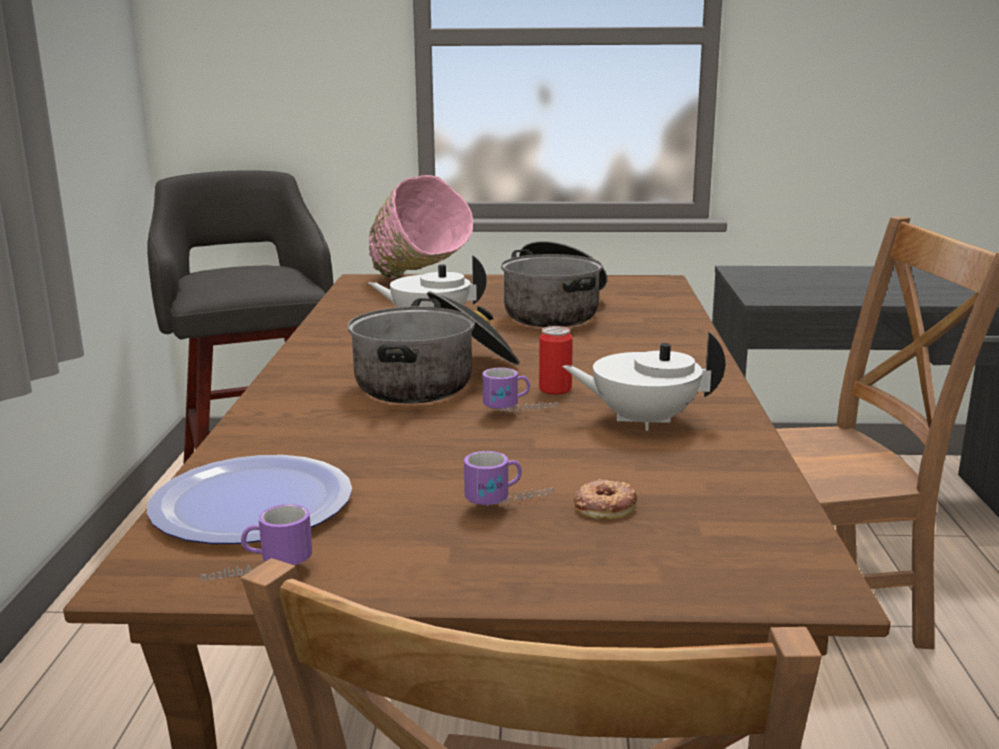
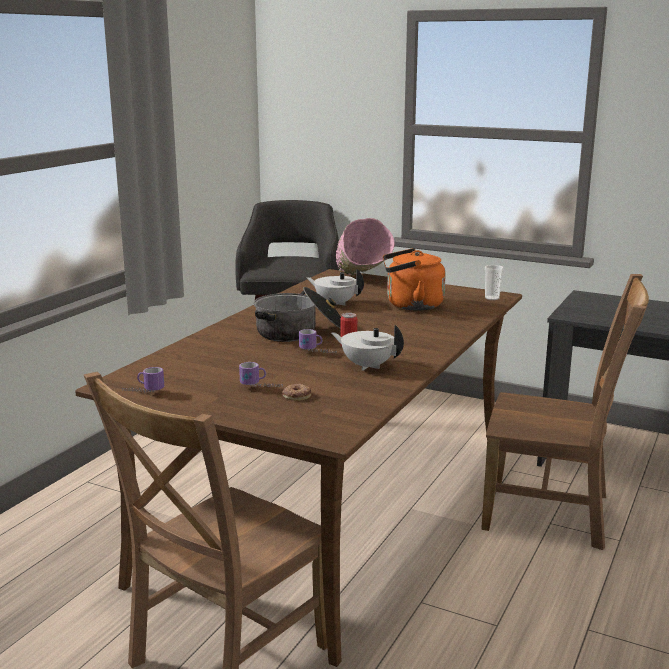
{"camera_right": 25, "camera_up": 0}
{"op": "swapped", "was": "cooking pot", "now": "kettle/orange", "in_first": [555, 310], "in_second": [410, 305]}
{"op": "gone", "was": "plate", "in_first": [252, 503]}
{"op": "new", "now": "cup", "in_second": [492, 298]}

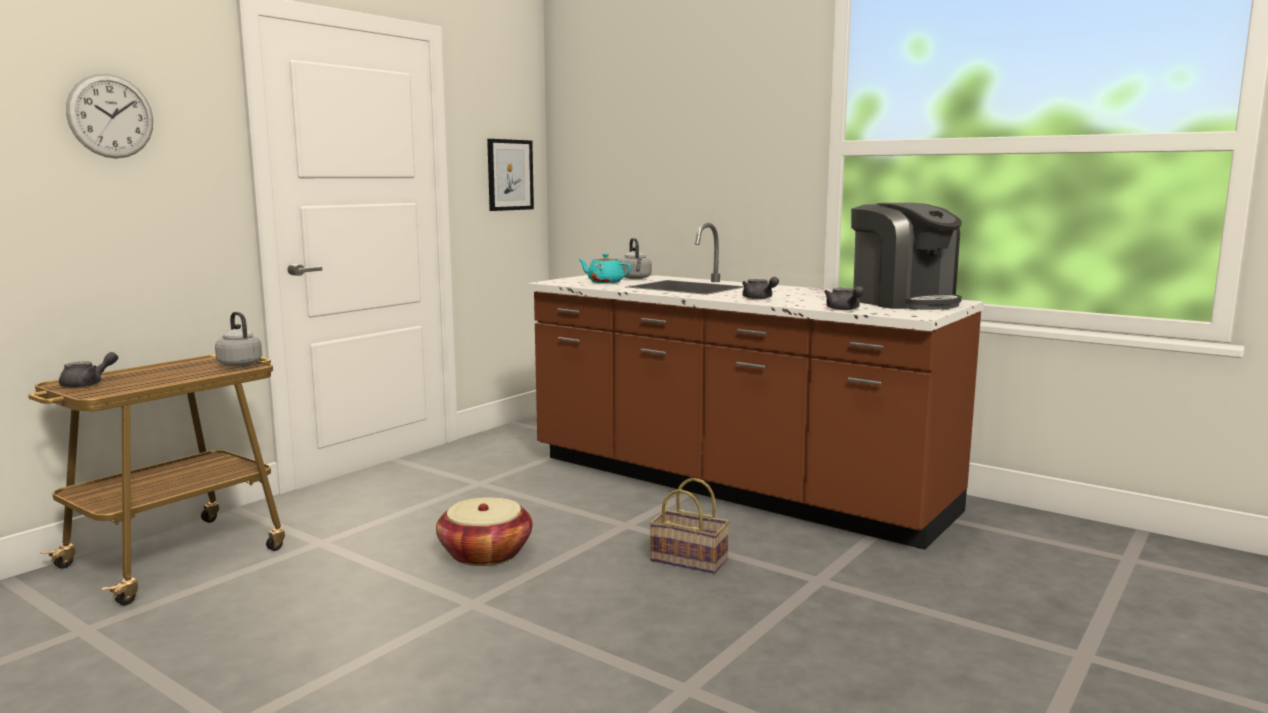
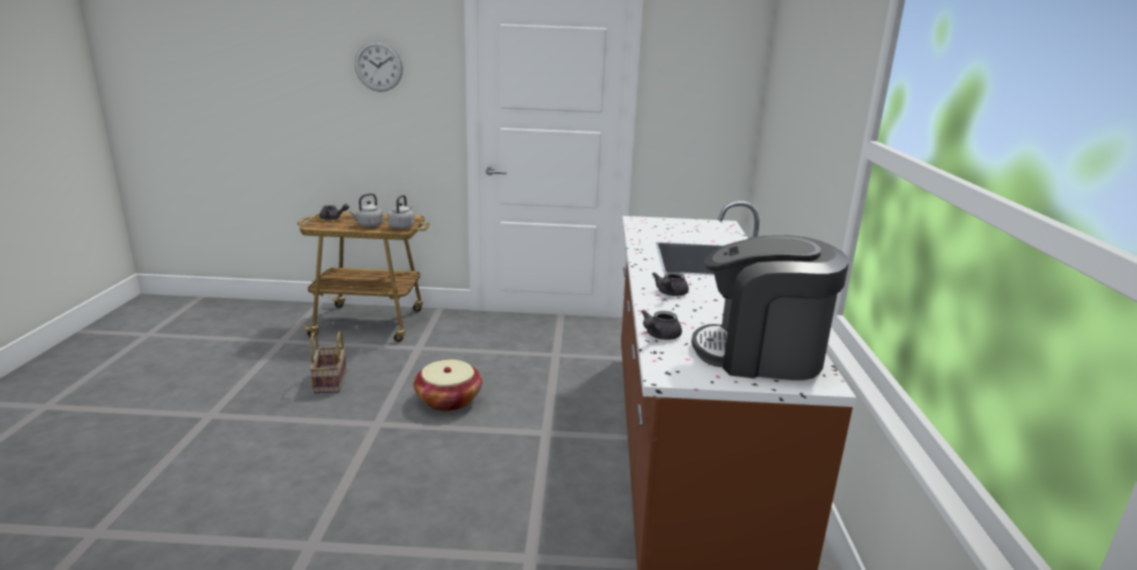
{"camera_right": 55, "camera_up": 10}
{"op": "gone", "was": "picture", "in_first": [510, 175]}
{"op": "rotated", "was": "coffee machine", "in_first": [903, 302], "in_second": [761, 355], "clockwise": 75}
{"op": "shifted", "was": "kettle/grey", "in_first": [635, 278], "in_second": [368, 225]}
{"op": "gone", "was": "teapot/turquoise", "in_first": [604, 282]}
{"op": "shifted", "was": "basket", "in_first": [691, 560], "in_second": [331, 382]}

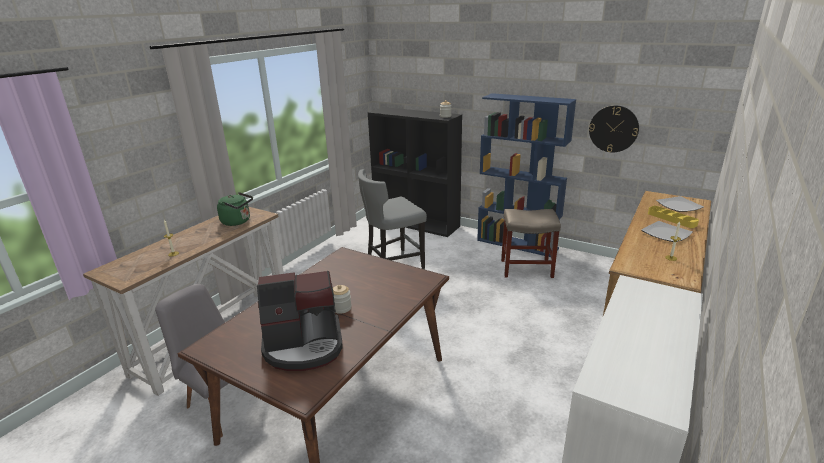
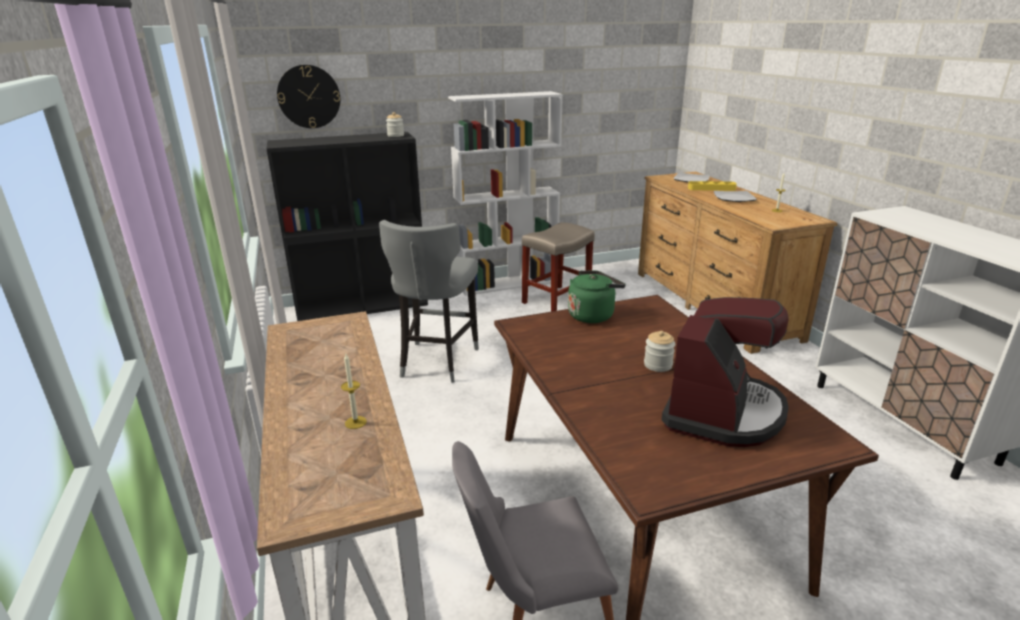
{"camera_right": -50, "camera_up": 0}
{"op": "repainted", "was": "bookcase/blue", "now": "bookcase/white", "in_first": [517, 244], "in_second": [508, 283]}
{"op": "shifted", "was": "wall clock", "in_first": [613, 129], "in_second": [309, 96]}
{"op": "shifted", "was": "kettle/green", "in_first": [238, 221], "in_second": [592, 315]}

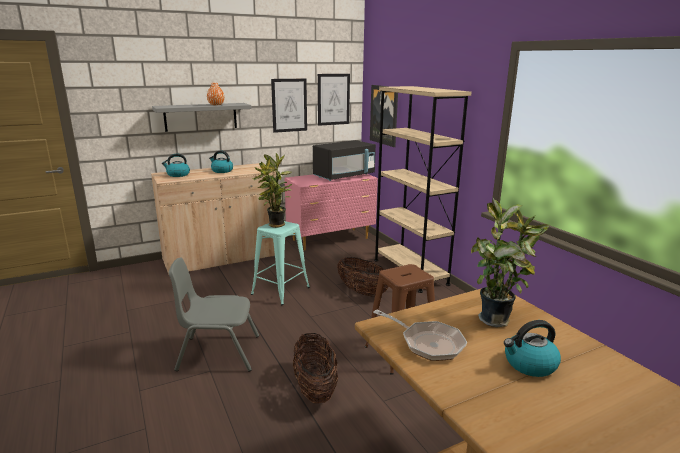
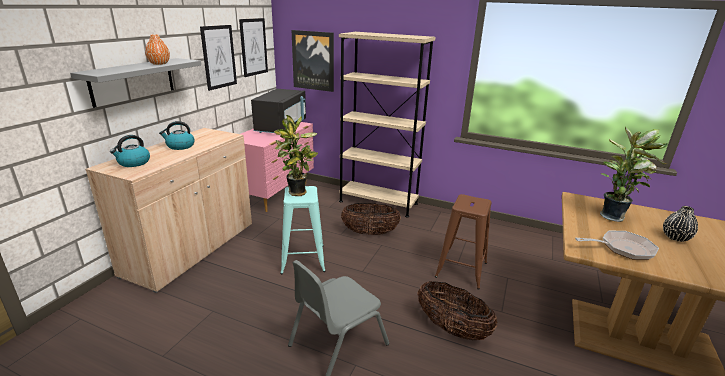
{"camera_right": -40, "camera_up": 5}
{"op": "swapped", "was": "kettle", "now": "vase/black", "in_first": [529, 364], "in_second": [675, 237]}

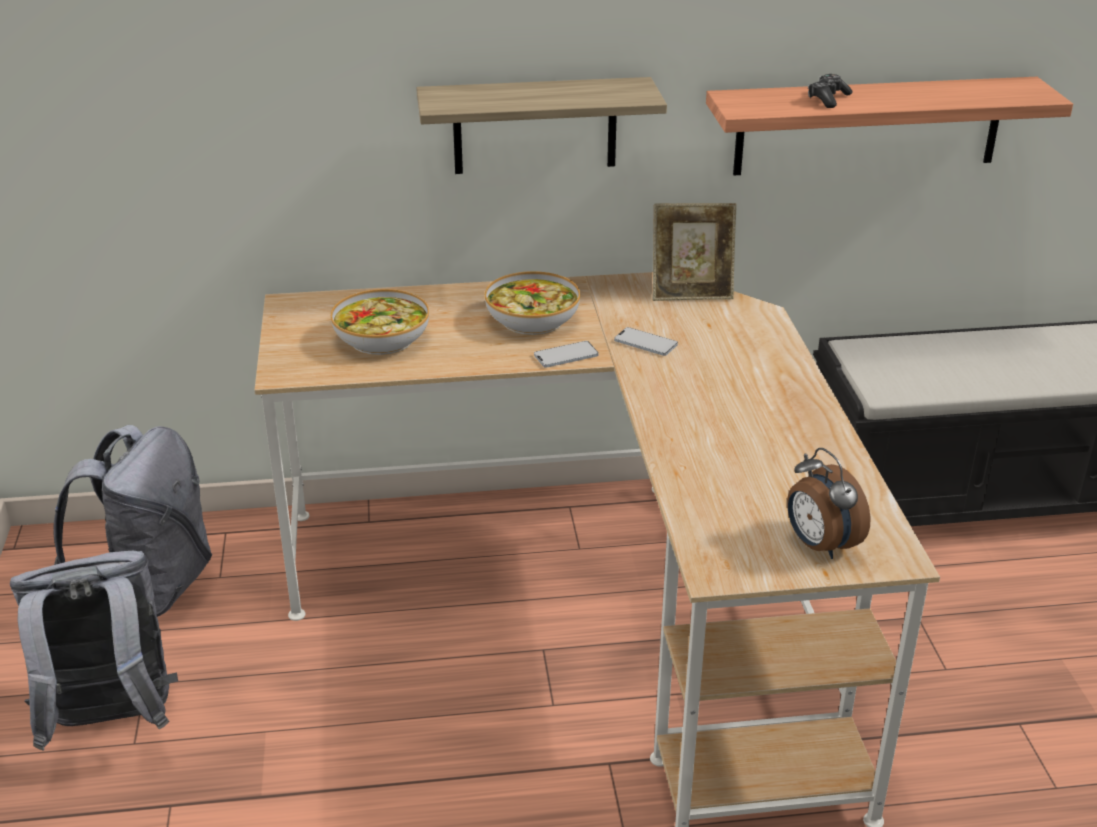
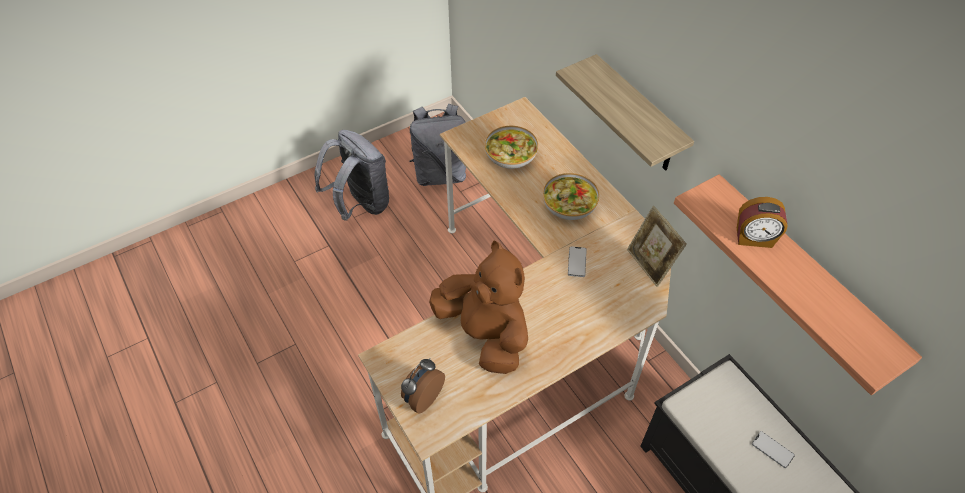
{"camera_right": 65, "camera_up": 20}
{"op": "swapped", "was": "game controller", "now": "alarm clock", "in_first": [827, 99], "in_second": [754, 238]}
{"op": "shifted", "was": "phone", "in_first": [566, 355], "in_second": [772, 450]}
{"op": "new", "now": "plush toy/brown", "in_second": [485, 334]}

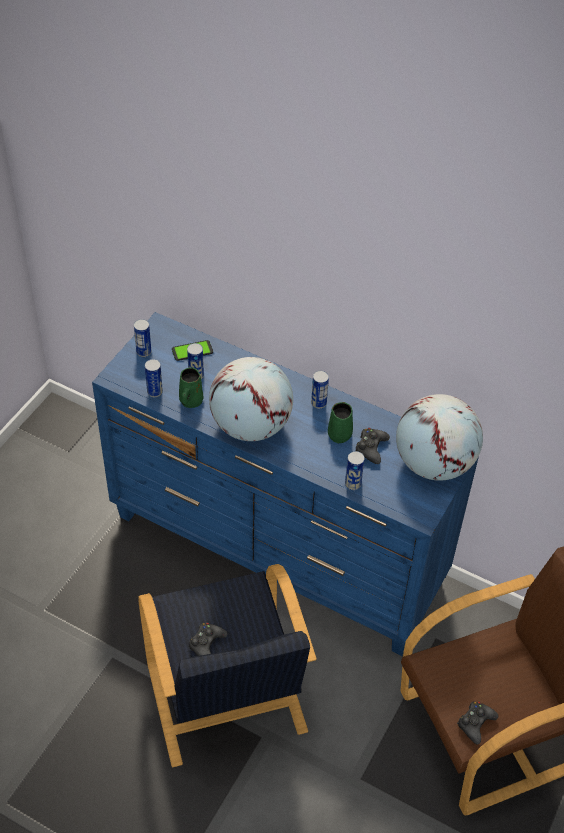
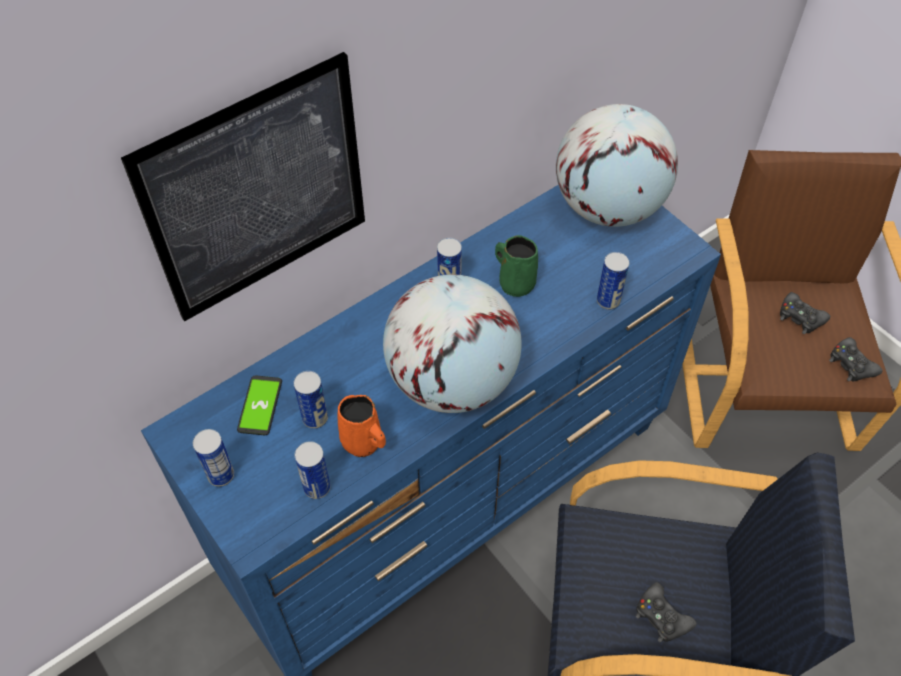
{"camera_right": -65, "camera_up": 5}
{"op": "repainted", "was": "mug/green", "now": "mug/orange", "in_first": [190, 401], "in_second": [363, 443]}
{"op": "shifted", "was": "game controller/black", "in_first": [371, 448], "in_second": [800, 317]}
{"op": "new", "now": "picture", "in_second": [258, 192]}

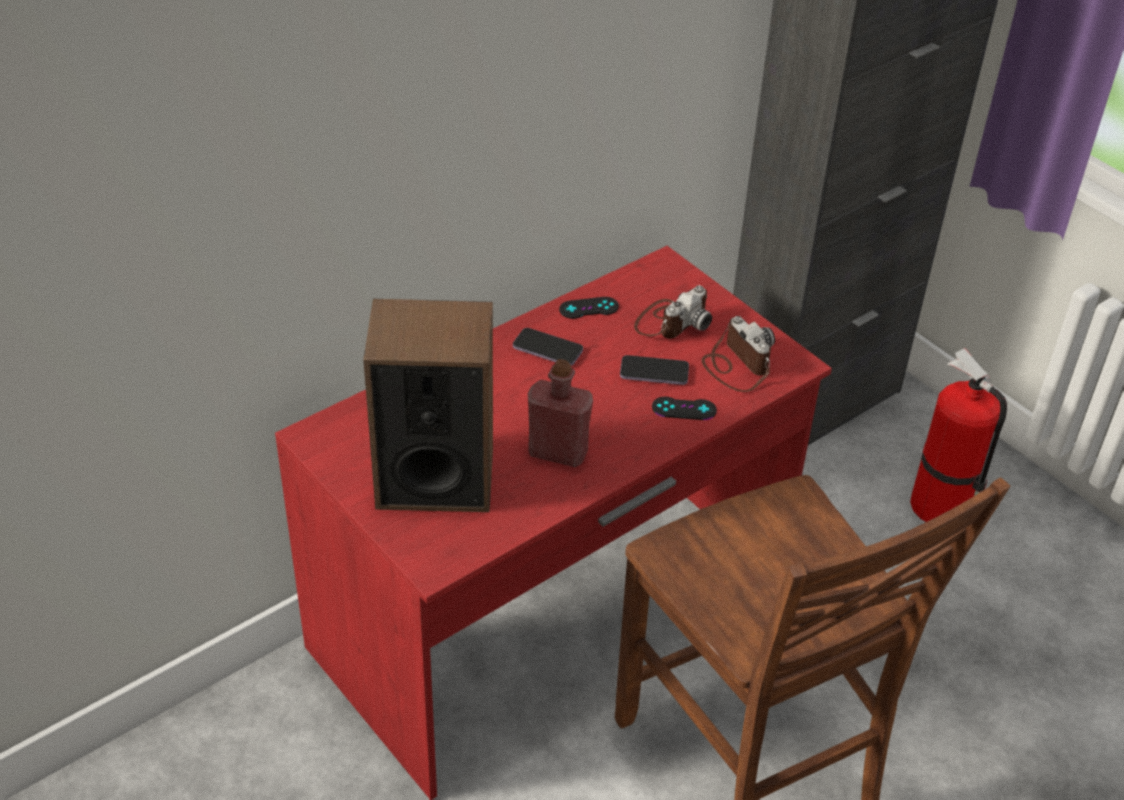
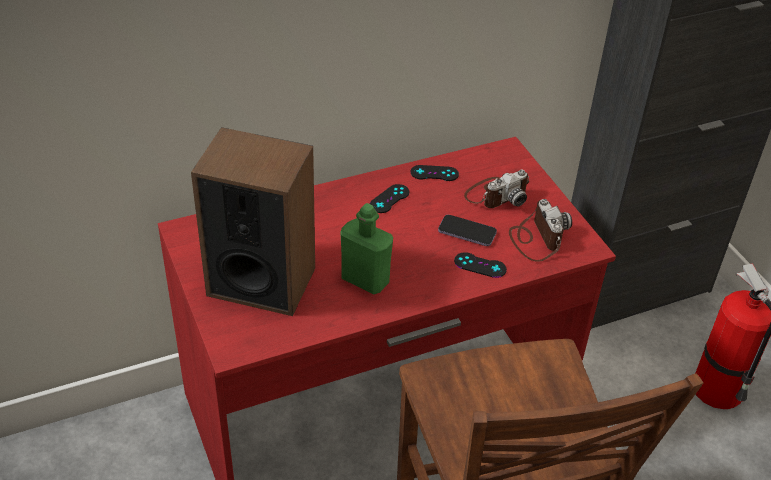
{"camera_right": 15, "camera_up": 0}
{"op": "swapped", "was": "phone", "now": "game controller/black", "in_first": [547, 349], "in_second": [389, 199]}
{"op": "repainted", "was": "bottle/red", "now": "bottle/green", "in_first": [558, 452], "in_second": [365, 280]}

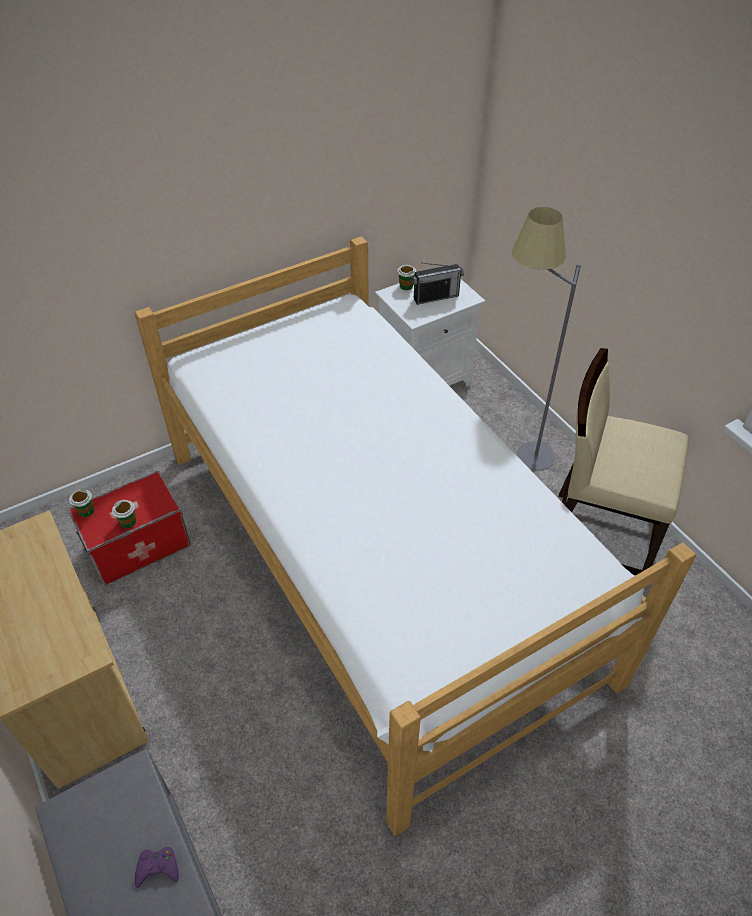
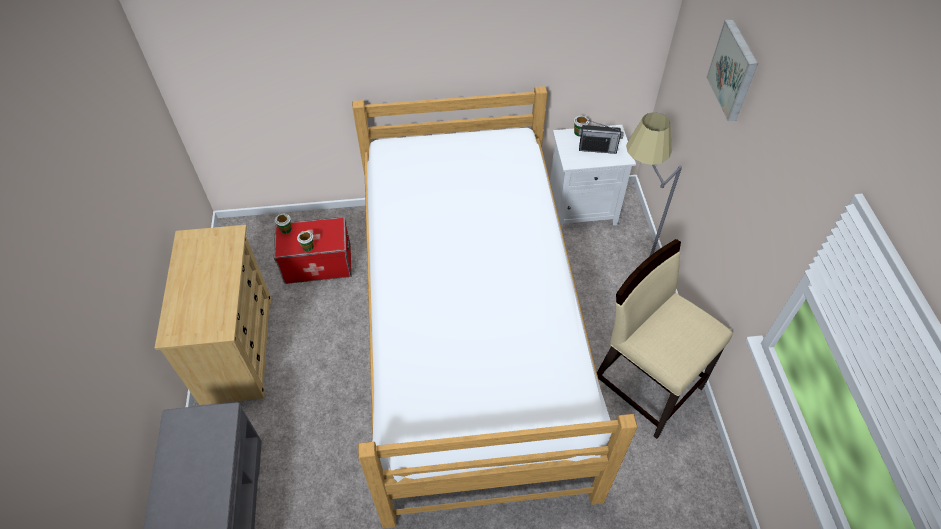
{"camera_right": 25, "camera_up": 5}
{"op": "gone", "was": "game controller/purple", "in_first": [158, 868]}
{"op": "new", "now": "picture", "in_second": [734, 70]}

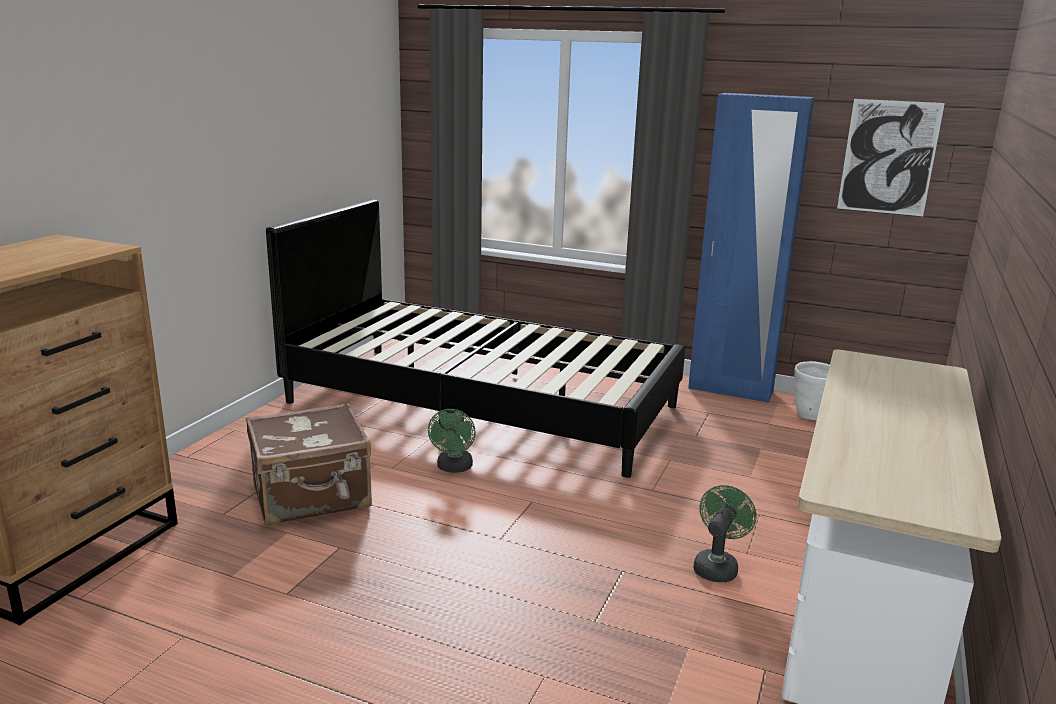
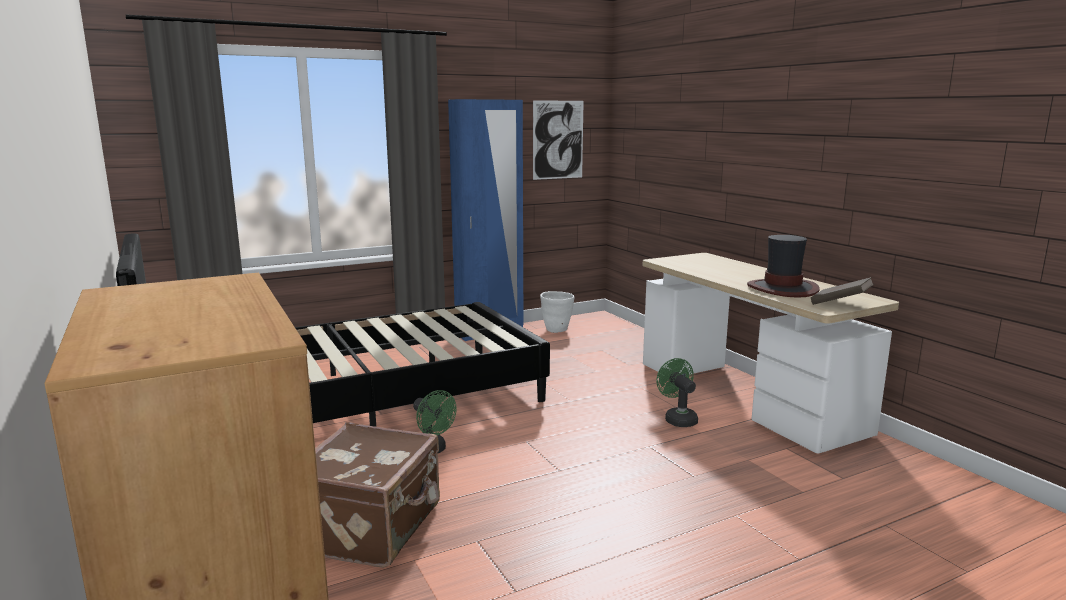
{"camera_right": -50, "camera_up": -5}
{"op": "new", "now": "hat", "in_second": [782, 289]}
{"op": "new", "now": "book/brown", "in_second": [840, 304]}

